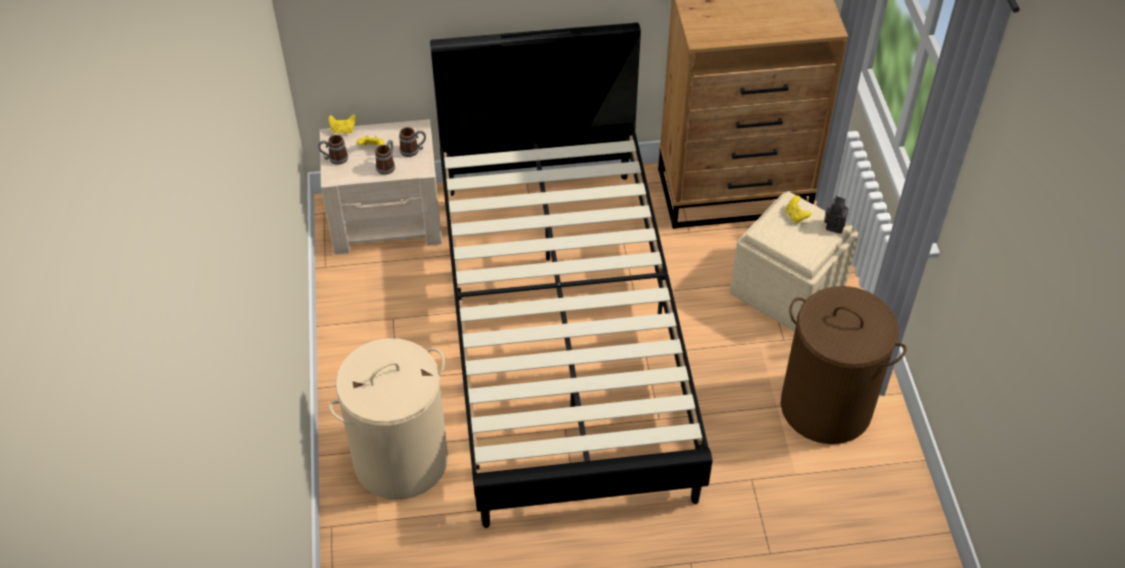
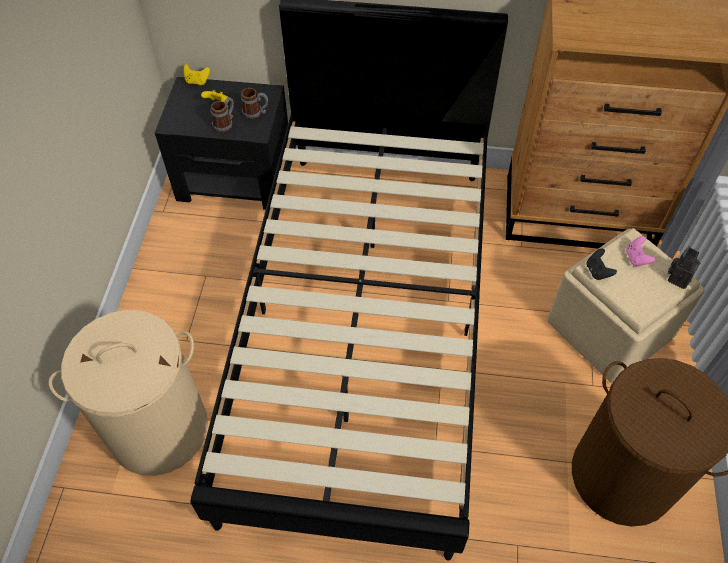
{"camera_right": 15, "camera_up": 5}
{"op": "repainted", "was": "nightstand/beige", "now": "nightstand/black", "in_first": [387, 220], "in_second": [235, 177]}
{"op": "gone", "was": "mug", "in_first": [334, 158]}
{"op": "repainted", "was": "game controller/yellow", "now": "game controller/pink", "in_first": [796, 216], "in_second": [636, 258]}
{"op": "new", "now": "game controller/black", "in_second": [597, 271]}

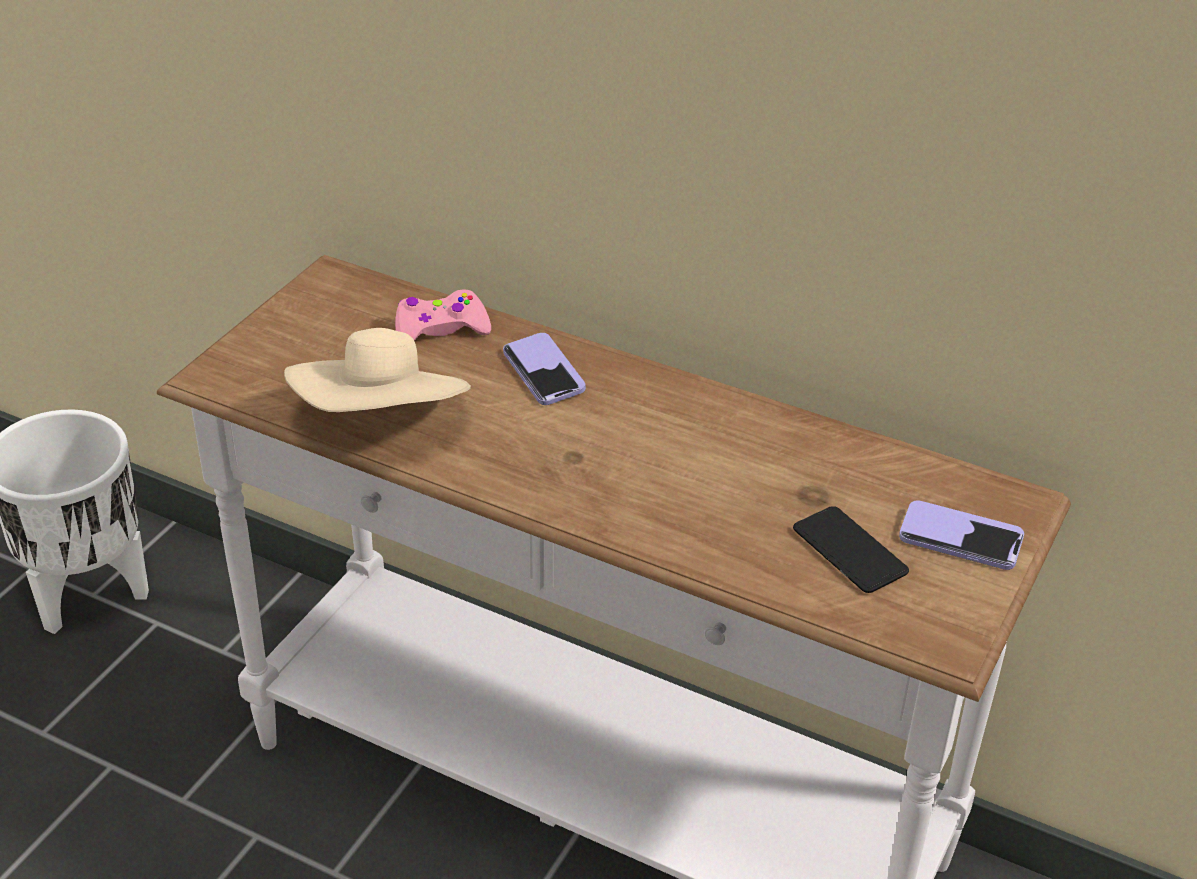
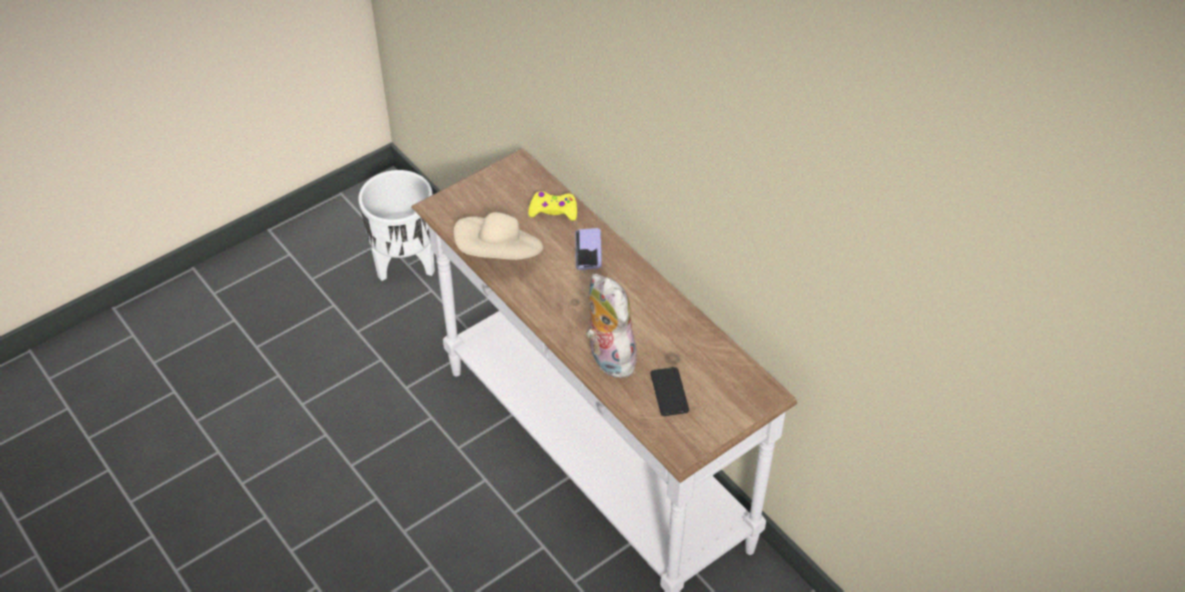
{"camera_right": 25, "camera_up": 10}
{"op": "repainted", "was": "game controller/pink", "now": "game controller/yellow", "in_first": [440, 329], "in_second": [553, 210]}
{"op": "gone", "was": "phone", "in_first": [960, 538]}
{"op": "new", "now": "plush toy", "in_second": [608, 357]}

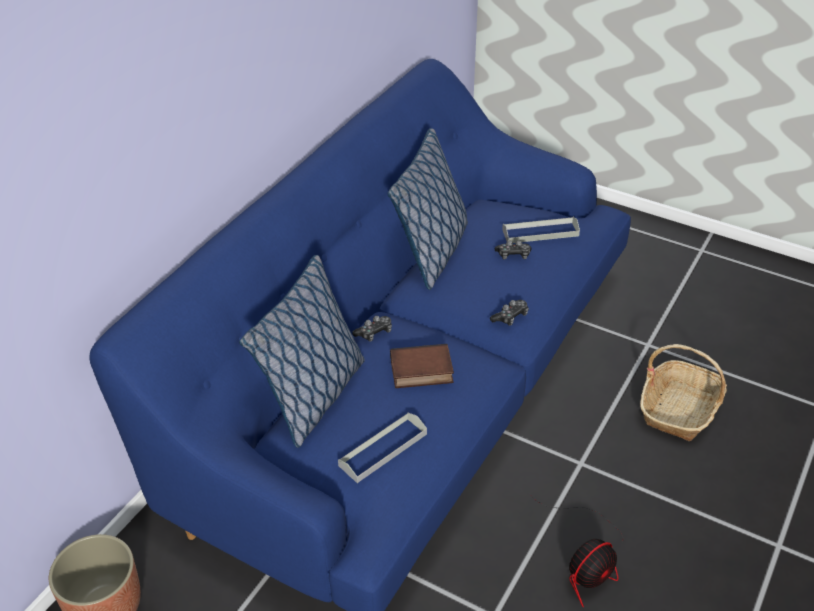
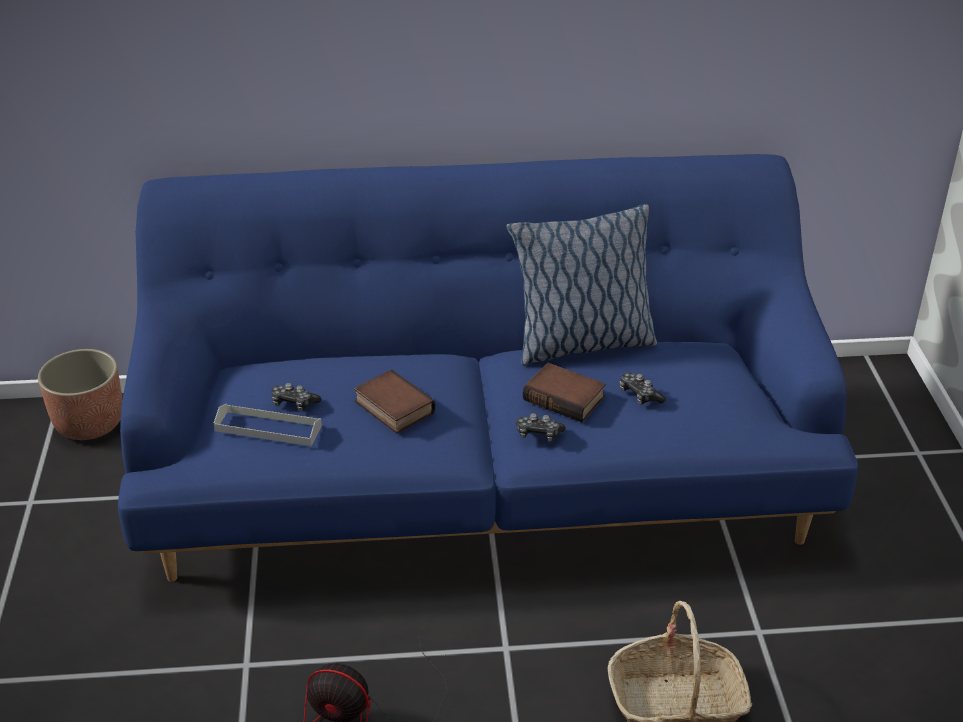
{"camera_right": 55, "camera_up": -5}
{"op": "gone", "was": "tray/grey", "in_first": [540, 233]}
{"op": "gone", "was": "pillow", "in_first": [313, 397]}
{"op": "shifted", "was": "game controller", "in_first": [374, 333], "in_second": [294, 403]}
{"op": "new", "now": "book", "in_second": [566, 398]}

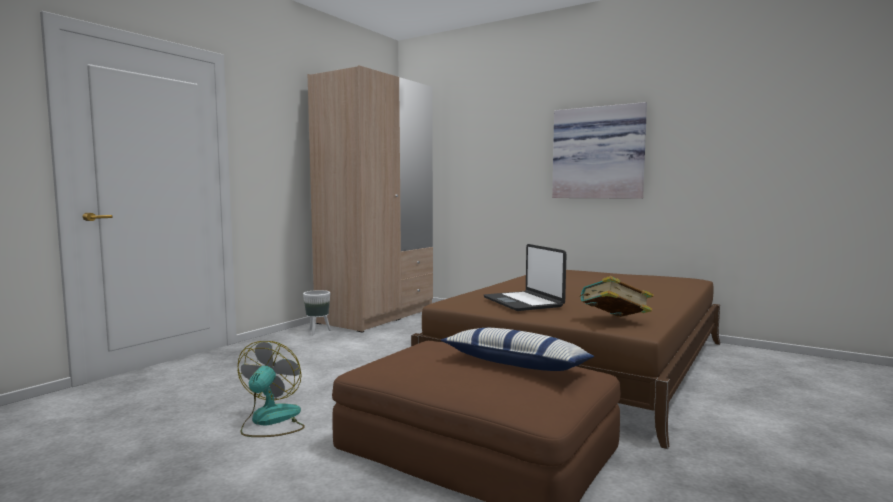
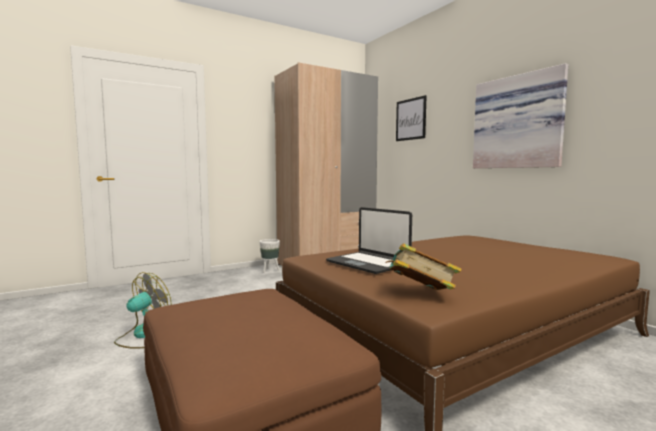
{"camera_right": 25, "camera_up": 0}
{"op": "rotated", "was": "laptop", "in_first": [523, 302], "in_second": [368, 263], "clockwise": -45}
{"op": "gone", "was": "pillow", "in_first": [516, 364]}
{"op": "new", "now": "picture", "in_second": [410, 119]}

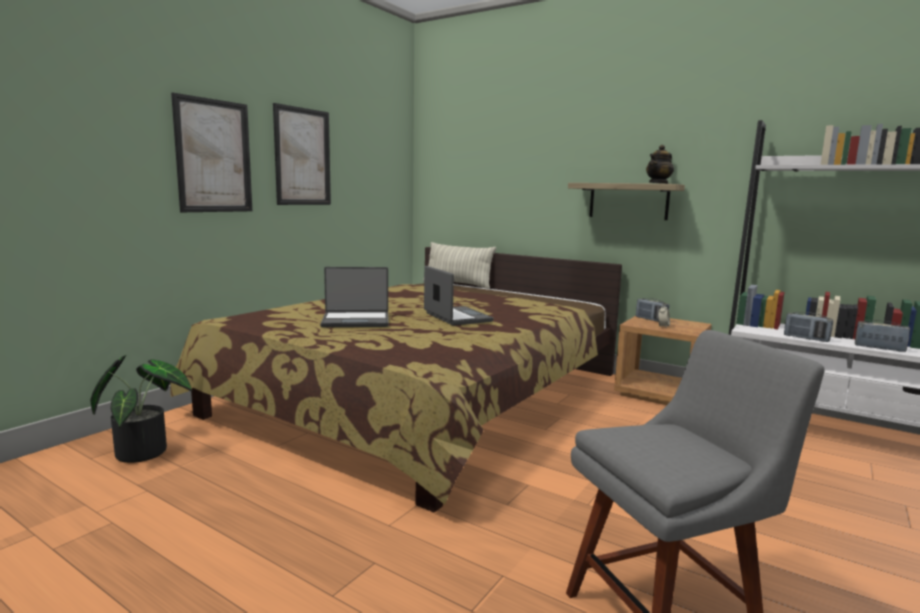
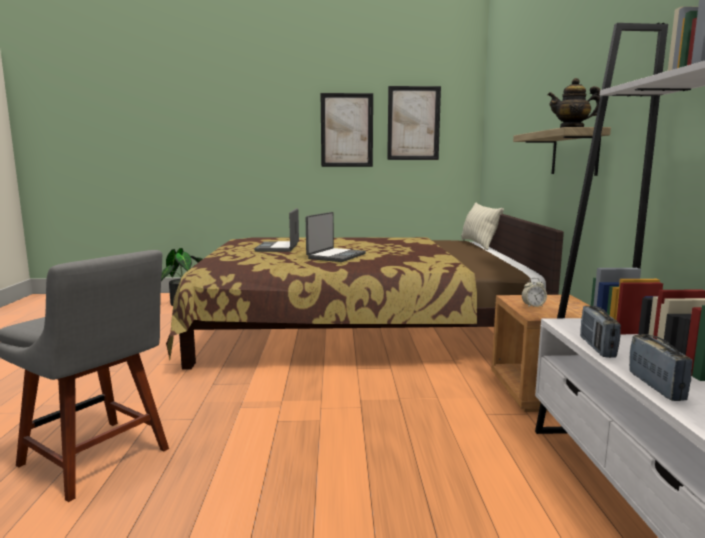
{"camera_right": 55, "camera_up": 0}
{"op": "shifted", "was": "picture", "in_first": [214, 156], "in_second": [413, 123]}
{"op": "rotated", "was": "laptop", "in_first": [356, 321], "in_second": [278, 248], "clockwise": 45}
{"op": "gone", "was": "radio", "in_first": [651, 320]}

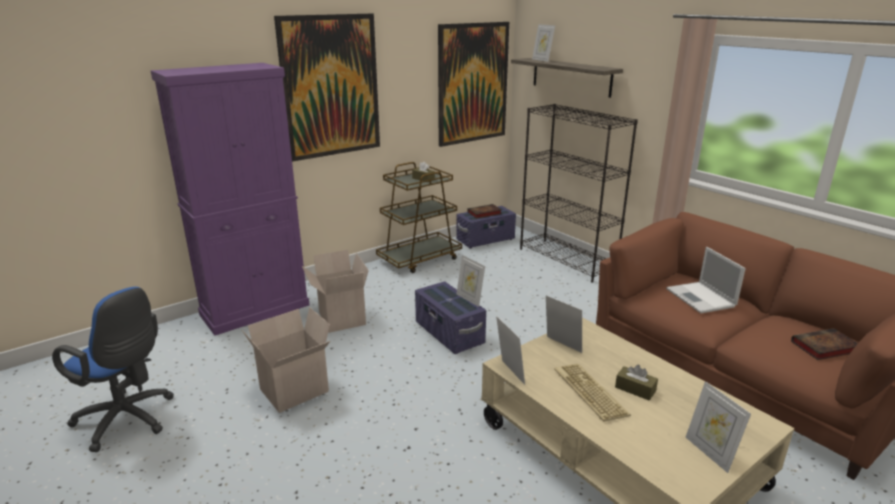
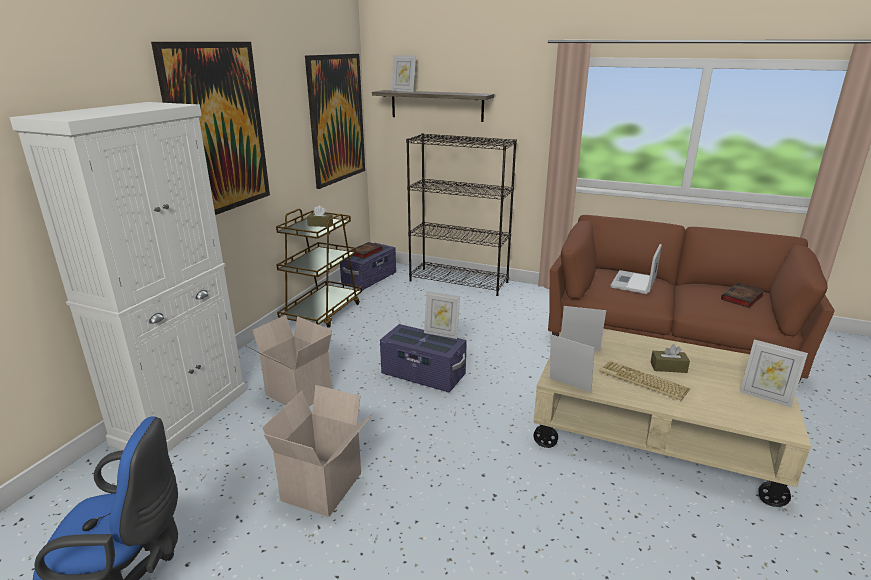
{"camera_right": -30, "camera_up": 0}
{"op": "repainted", "was": "cabinet/purple", "now": "cabinet/white", "in_first": [255, 310], "in_second": [182, 415]}
{"op": "rotated", "was": "laptop", "in_first": [701, 298], "in_second": [633, 283], "clockwise": 75}

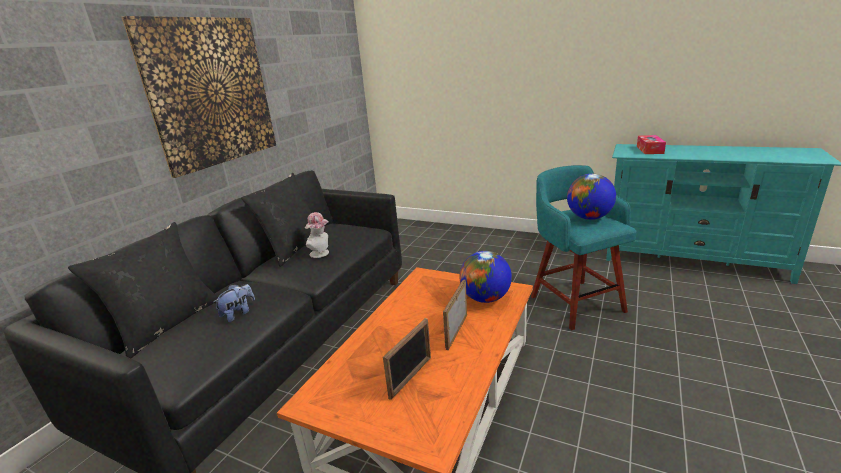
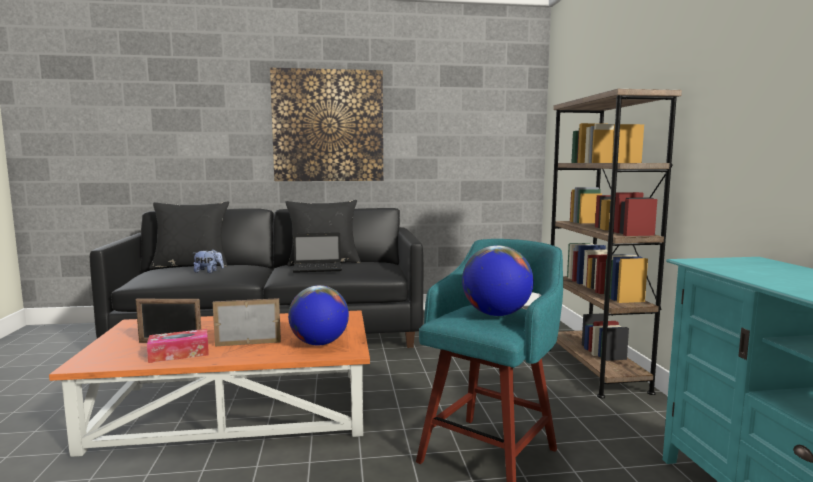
{"camera_right": 55, "camera_up": -15}
{"op": "shifted", "was": "tissue box", "in_first": [650, 150], "in_second": [179, 354]}
{"op": "swapped", "was": "hat", "now": "laptop", "in_first": [321, 253], "in_second": [318, 268]}
{"op": "new", "now": "bookcase/brown", "in_second": [594, 369]}

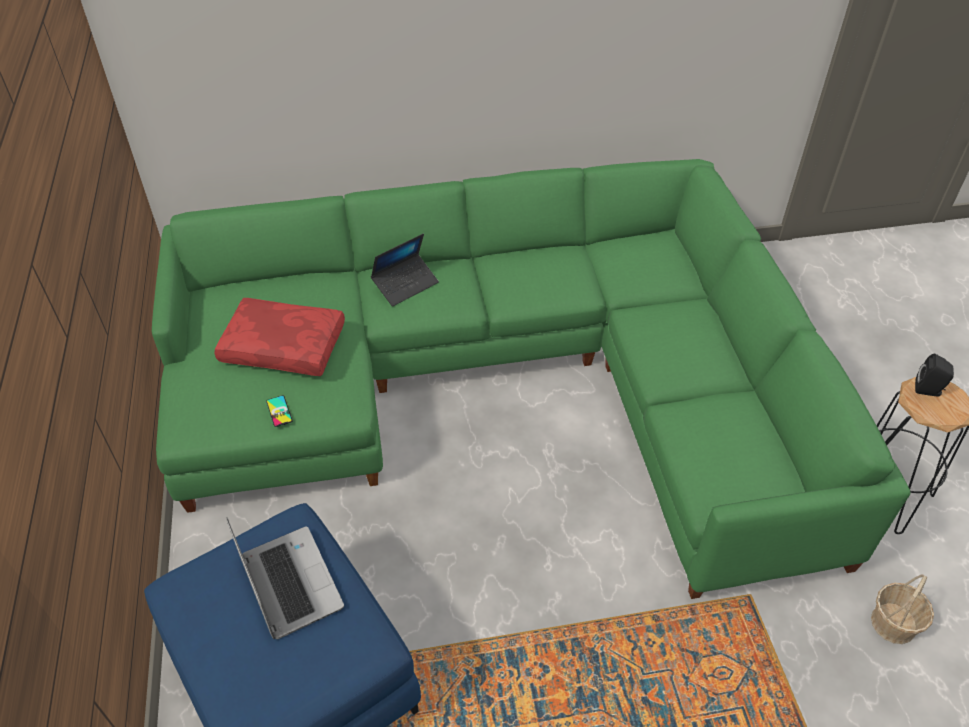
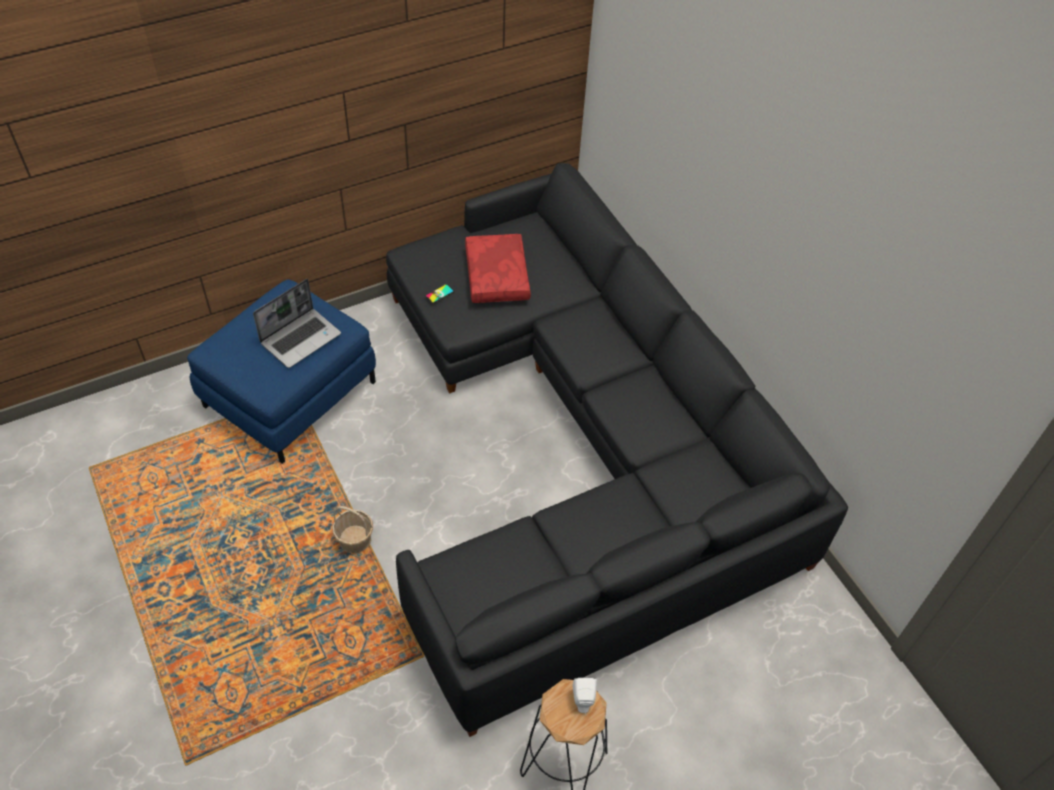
{"camera_right": 70, "camera_up": 5}
{"op": "repainted", "was": "sofa/green", "now": "sofa/black", "in_first": [506, 382], "in_second": [581, 448]}
{"op": "gone", "was": "laptop", "in_first": [405, 284]}
{"op": "repainted", "was": "speaker/black", "now": "speaker/white", "in_first": [928, 390], "in_second": [583, 702]}
{"op": "shifted", "was": "basket", "in_first": [893, 623], "in_second": [355, 540]}

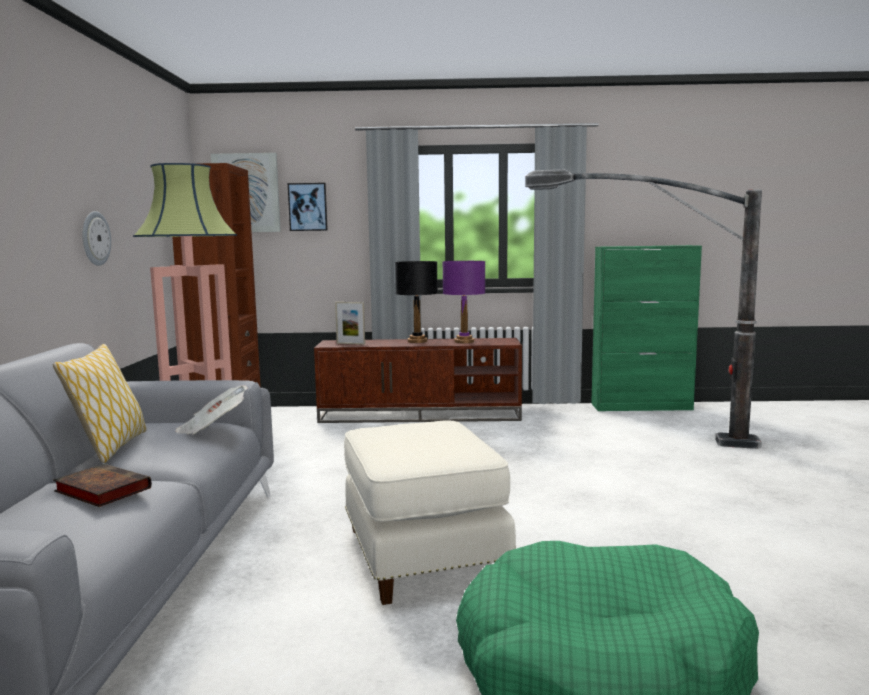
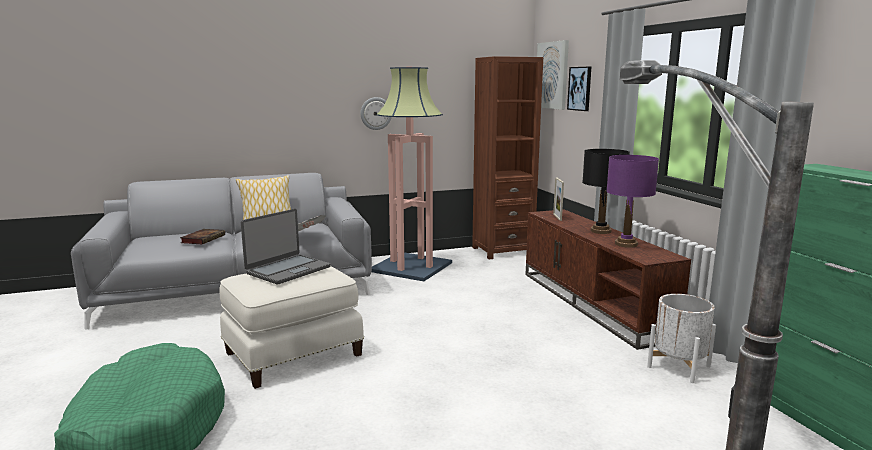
{"camera_right": 70, "camera_up": 5}
{"op": "new", "now": "laptop", "in_second": [288, 270]}
{"op": "new", "now": "planter/white", "in_second": [678, 366]}

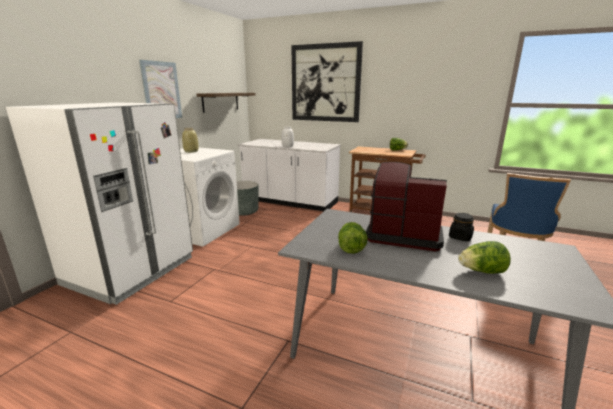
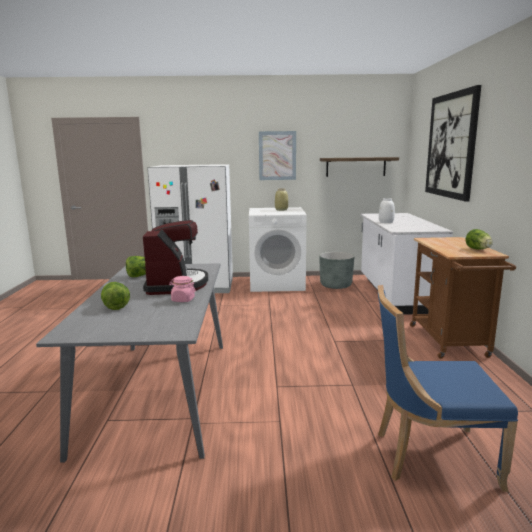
{"camera_right": 65, "camera_up": -5}
{"op": "repainted", "was": "jar/black", "now": "jar/pink", "in_first": [460, 237], "in_second": [183, 300]}

